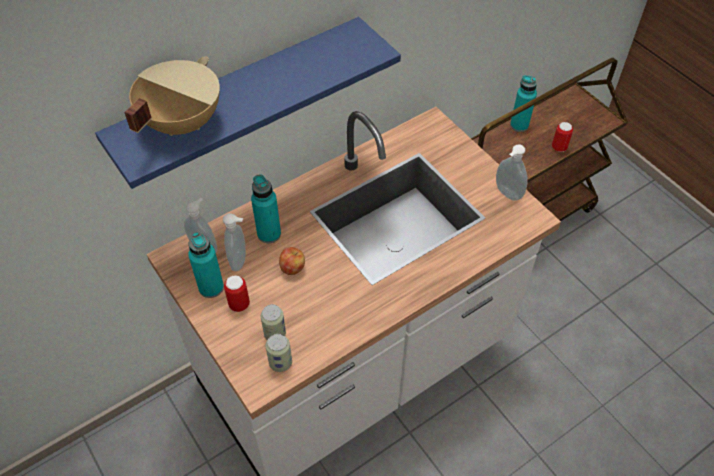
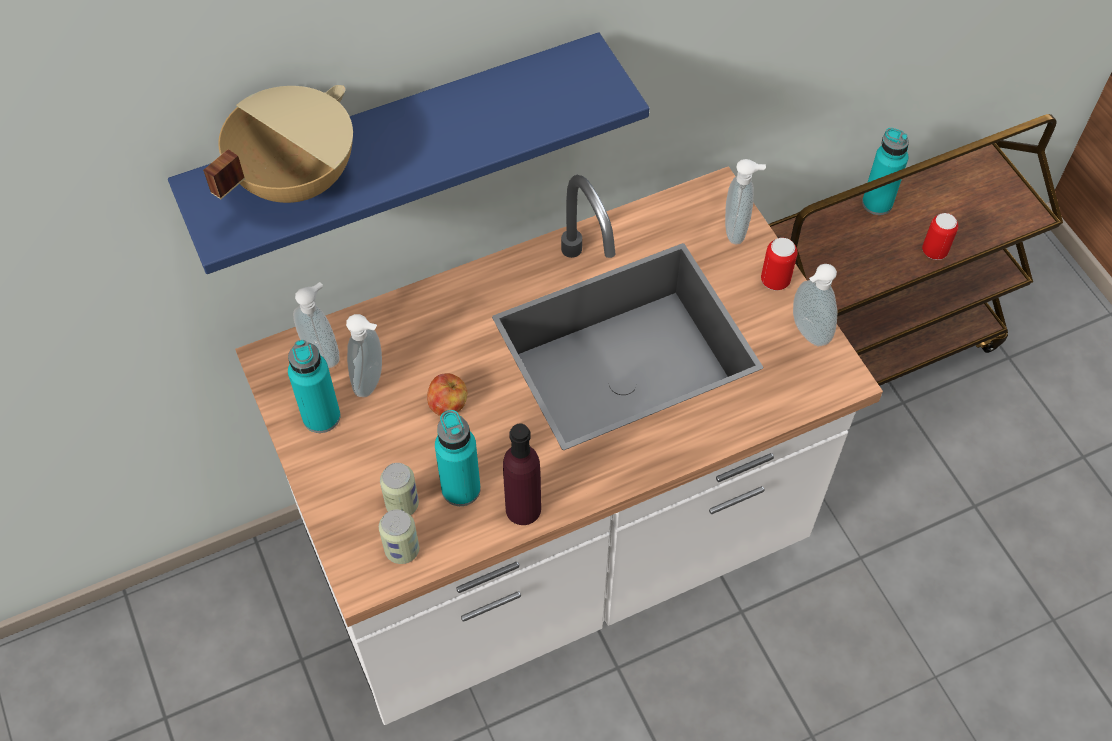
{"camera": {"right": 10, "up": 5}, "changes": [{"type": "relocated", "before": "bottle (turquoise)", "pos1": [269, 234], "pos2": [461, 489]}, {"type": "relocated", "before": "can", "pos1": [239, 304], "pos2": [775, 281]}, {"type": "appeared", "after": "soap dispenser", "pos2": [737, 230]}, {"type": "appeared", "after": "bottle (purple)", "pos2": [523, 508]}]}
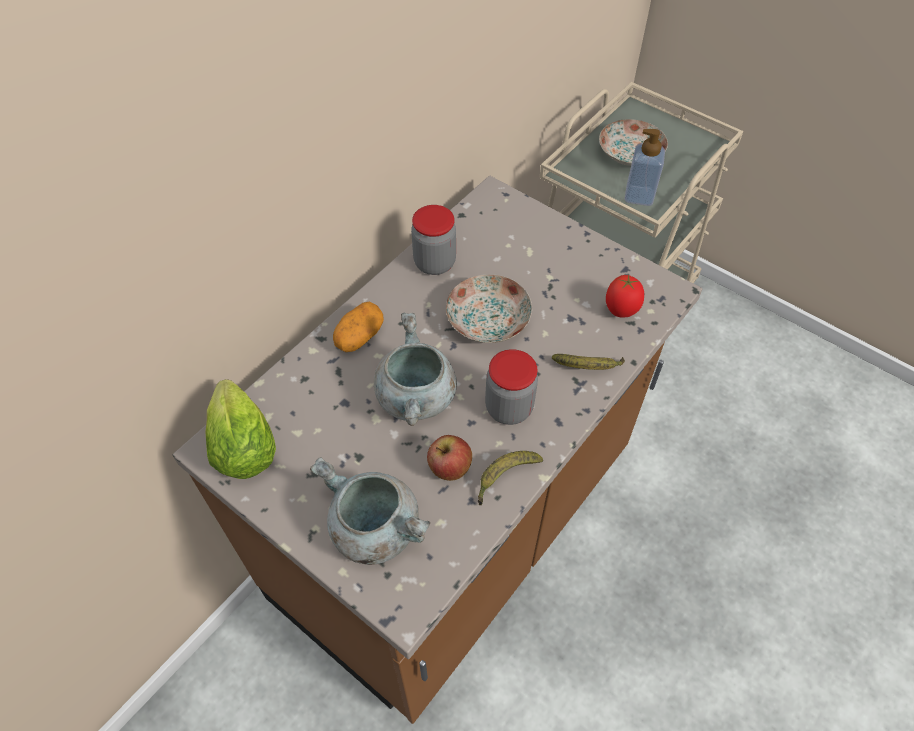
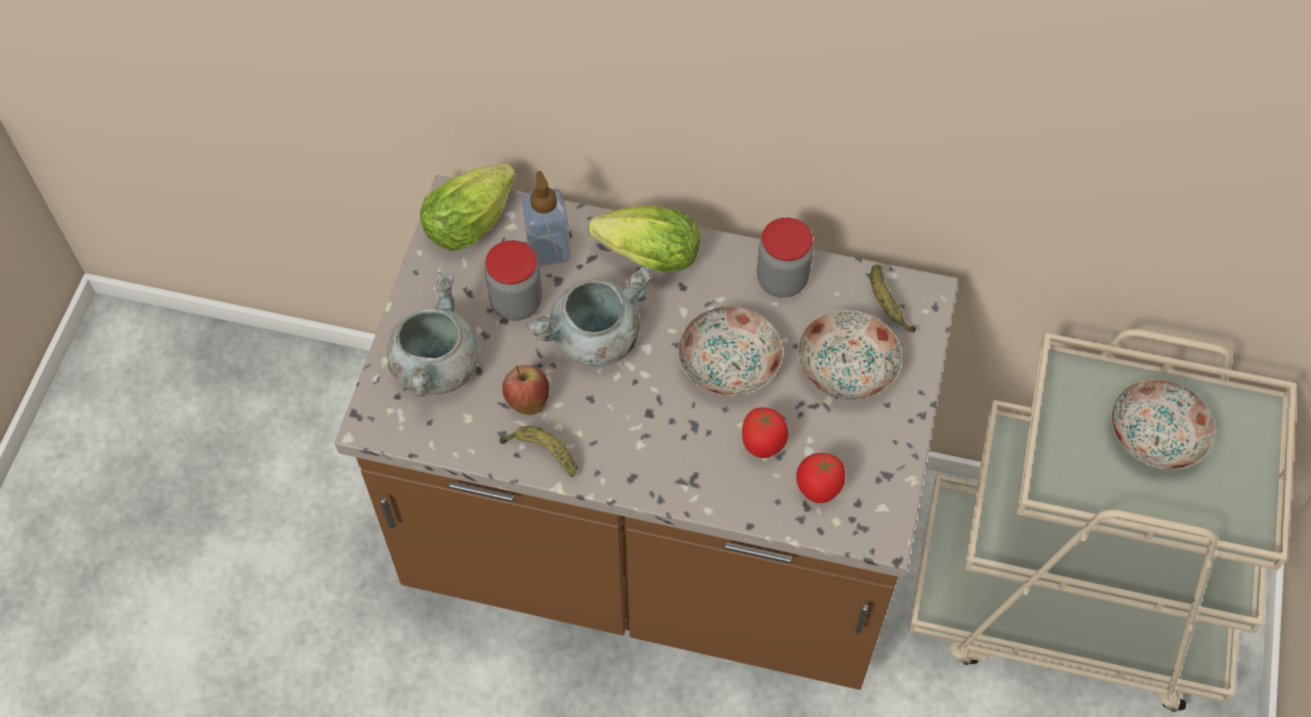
{"camera": {"right": 65, "up": 5}, "changes": [{"type": "relocated", "before": "soap dispenser", "pos1": [639, 196], "pos2": [548, 250]}, {"type": "exchanged", "before": "potato", "after": "lettuce", "pos1": [359, 336], "pos2": [643, 256]}, {"type": "relocated", "before": "jar", "pos1": [509, 408], "pos2": [516, 302]}, {"type": "relocated", "before": "banana", "pos1": [588, 368], "pos2": [886, 304]}, {"type": "appeared", "after": "plate", "pos2": [845, 367]}, {"type": "appeared", "after": "tomato", "pos2": [763, 445]}]}
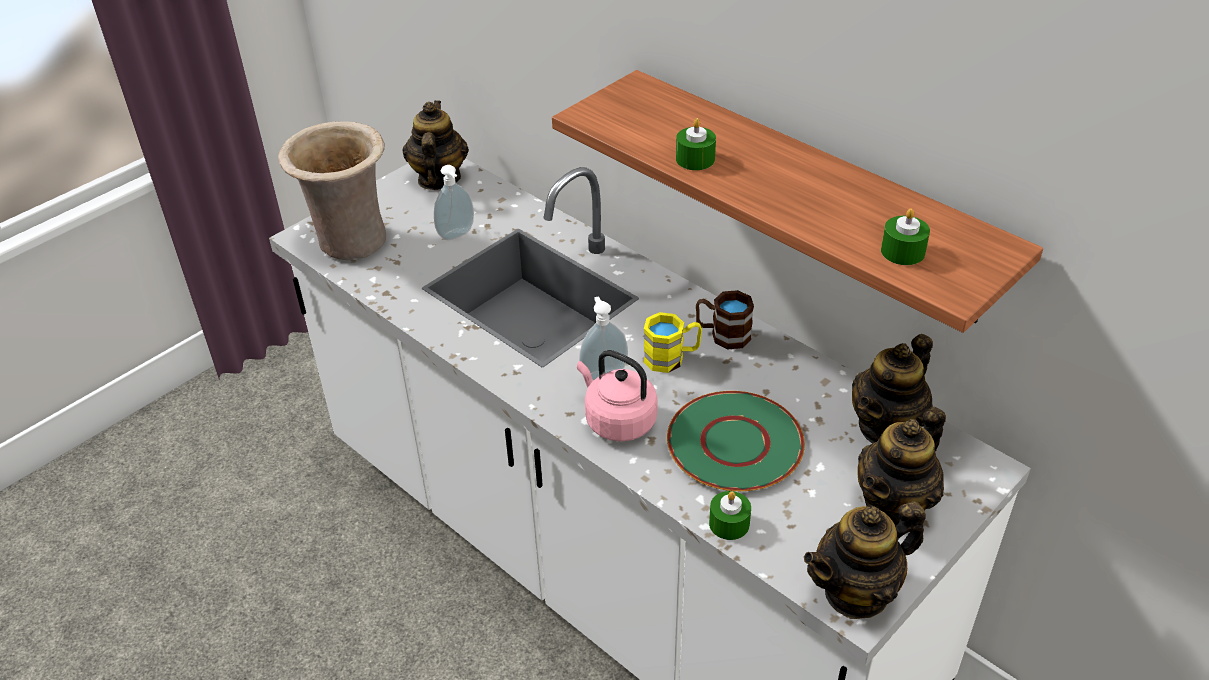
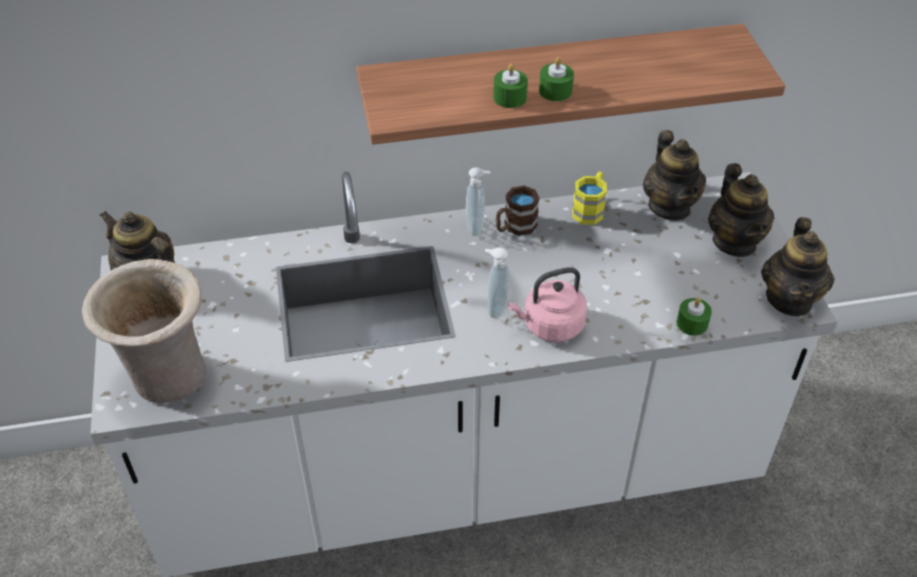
{"camera": {"right": -55, "up": 5}, "changes": [{"type": "relocated", "before": "soap dispenser", "pos1": [457, 235], "pos2": [477, 227]}, {"type": "relocated", "before": "candle (green)", "pos1": [902, 251], "pos2": [555, 91]}, {"type": "relocated", "before": "mug (yellow)", "pos1": [672, 357], "pos2": [590, 209]}, {"type": "missing", "before": "plate (green)", "pos1": [735, 444]}]}
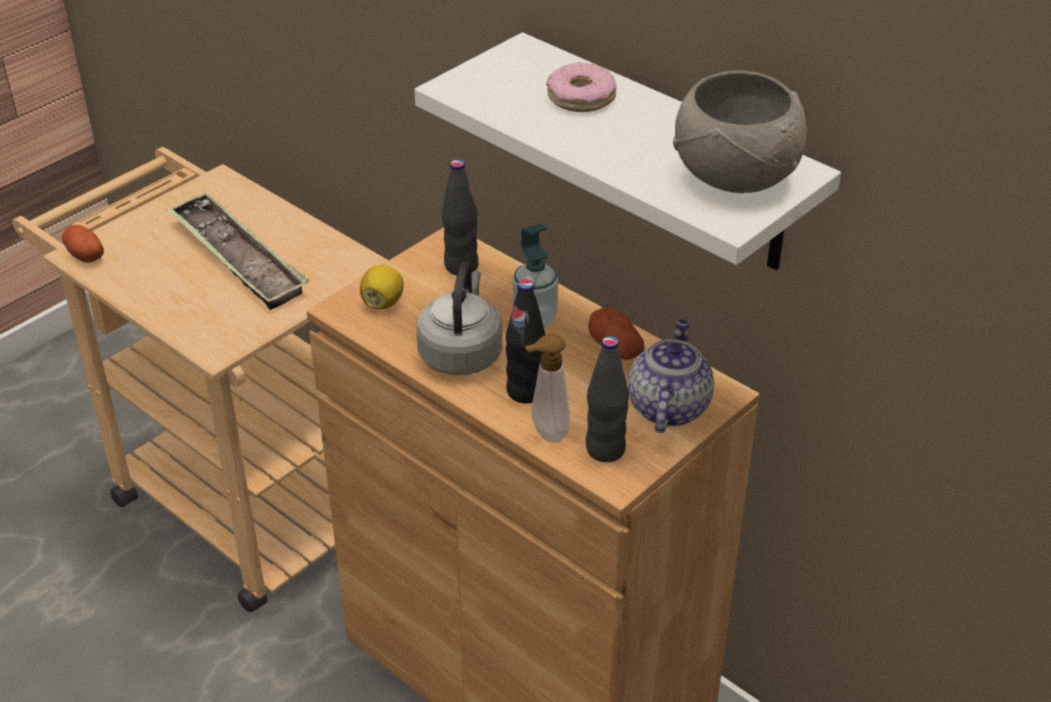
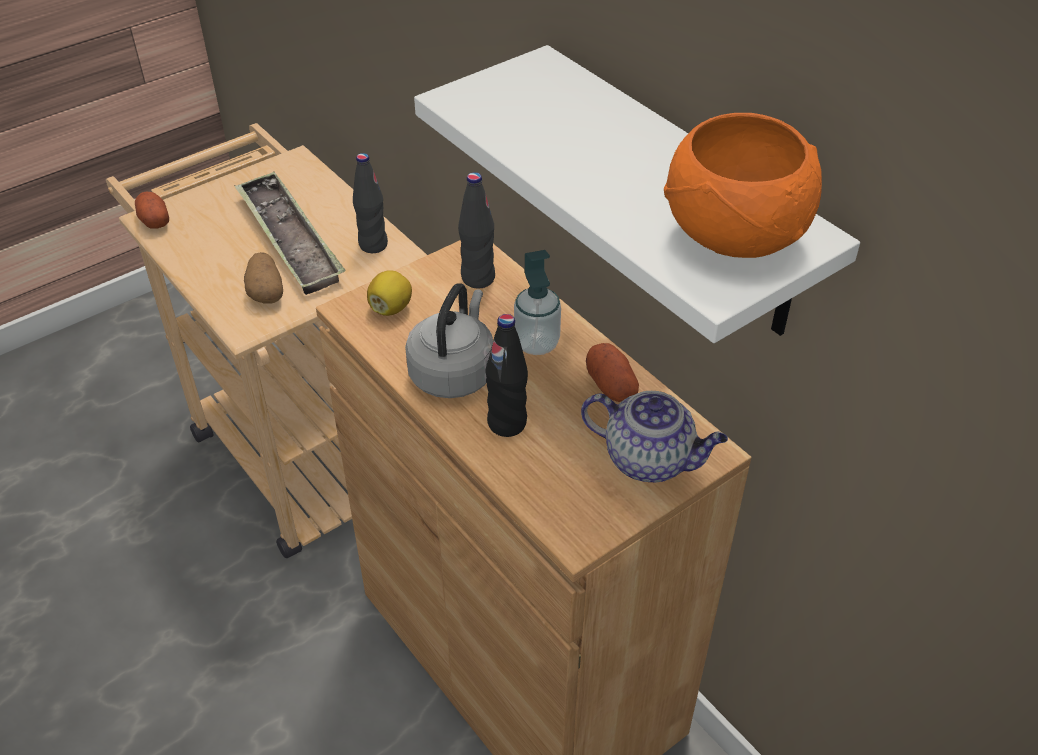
{"camera": {"right": 10, "up": 5}, "changes": [{"type": "missing", "before": "donut", "pos1": [581, 98]}, {"type": "colour", "before": "bowl (grey)", "after": "bowl (orange)", "pos1": [733, 176], "pos2": [733, 234]}, {"type": "spun", "before": "teapot", "pos1": [668, 407], "pos2": [650, 460], "turn": 90}, {"type": "missing", "before": "soap dispenser", "pos1": [546, 433]}, {"type": "relocated", "before": "bottle (black)", "pos1": [605, 450], "pos2": [373, 245]}, {"type": "appeared", "after": "potato", "pos2": [266, 291]}]}
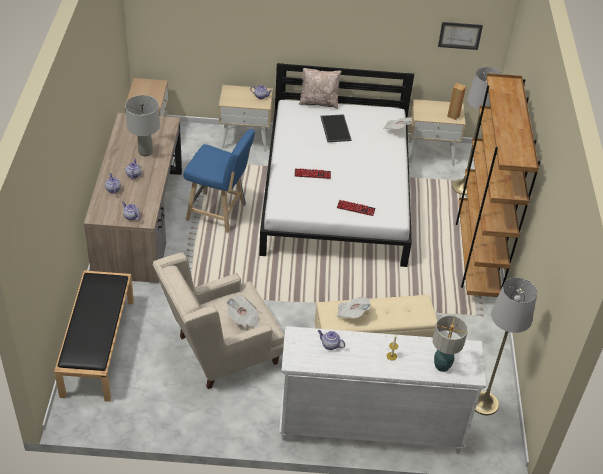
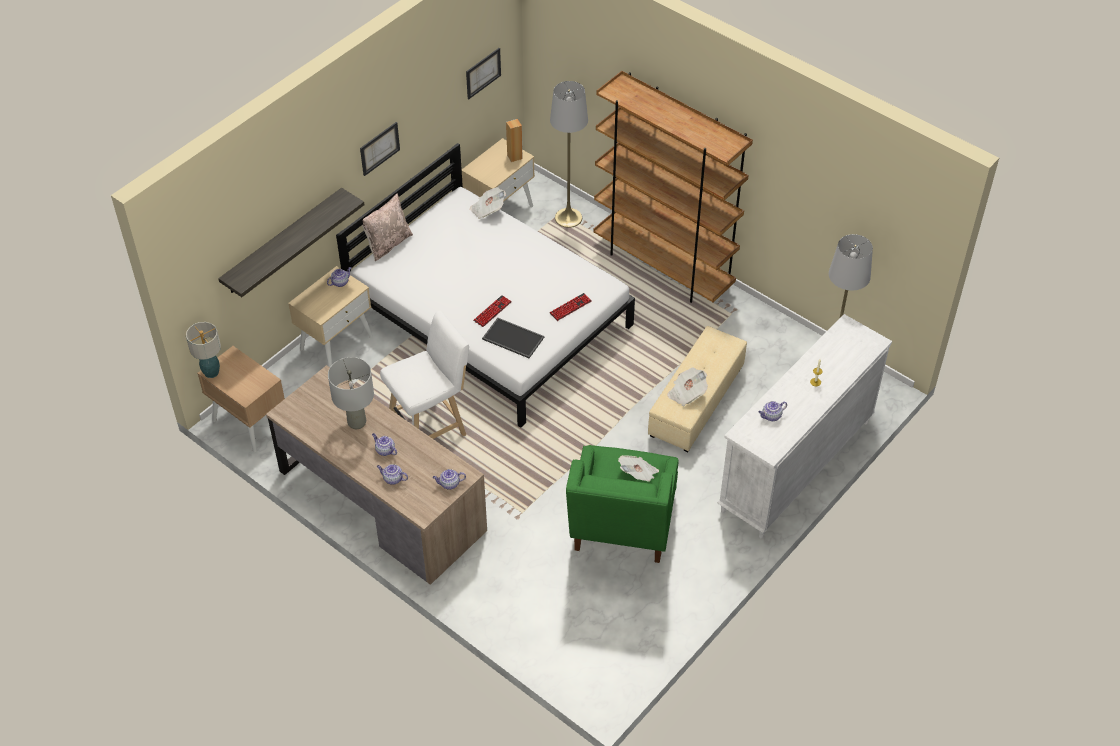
{"camera": {"right": -50, "up": 5}, "changes": [{"type": "relocated", "before": "tray", "pos1": [335, 128], "pos2": [512, 338]}, {"type": "colour", "before": "stool (blue)", "after": "stool (white)", "pos1": [219, 213], "pos2": [431, 427]}, {"type": "colour", "before": "armchair (beige)", "after": "armchair (green)", "pos1": [219, 353], "pos2": [622, 529]}, {"type": "missing", "before": "bench (black)", "pos1": [98, 346]}, {"type": "relocated", "before": "table lamp", "pos1": [442, 366], "pos2": [212, 372]}, {"type": "appeared", "after": "picture", "pos2": [379, 148]}, {"type": "appeared", "after": "shelf", "pos2": [283, 242]}]}
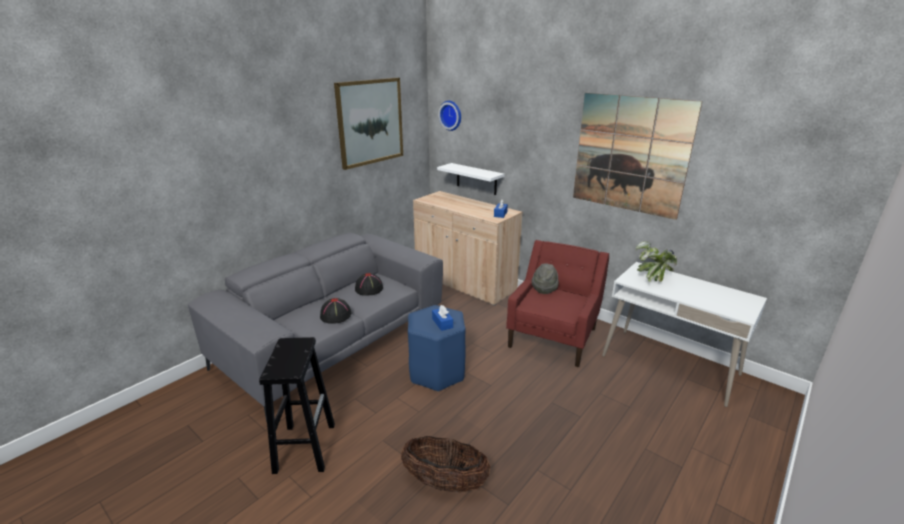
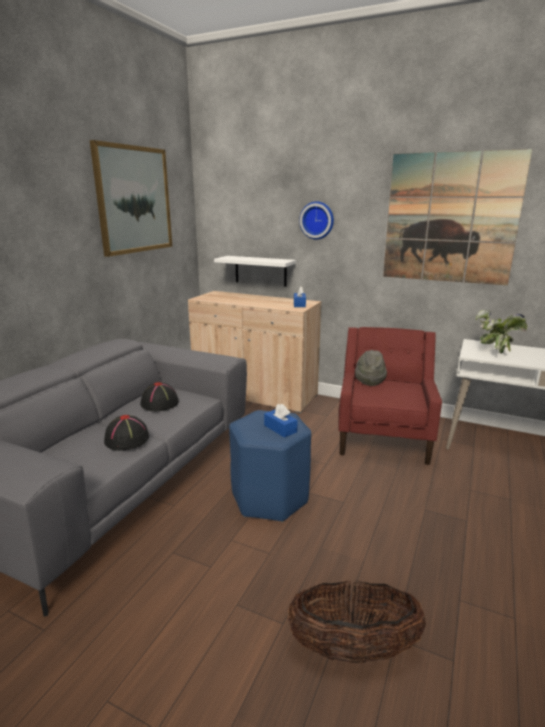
{"camera": {"right": -15, "up": -5}, "changes": [{"type": "relocated", "before": "wall clock", "pos1": [451, 115], "pos2": [317, 220]}, {"type": "missing", "before": "stool (black)", "pos1": [305, 447]}]}
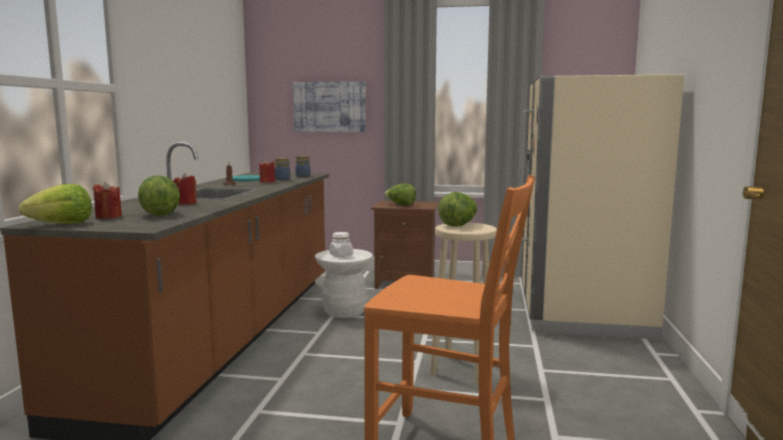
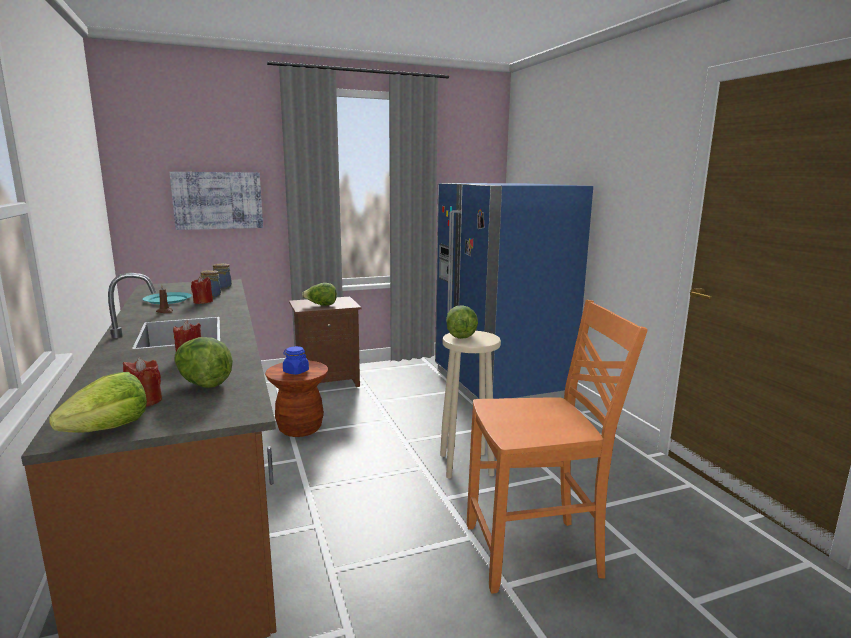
{"camera": {"right": -30, "up": 5}, "changes": [{"type": "colour", "before": "fridge (beige)", "after": "fridge (blue)", "pos1": [581, 312], "pos2": [500, 384]}, {"type": "colour", "before": "jar (white)", "after": "jar (blue)", "pos1": [341, 255], "pos2": [295, 371]}, {"type": "colour", "before": "stool (white)", "after": "stool (brown)", "pos1": [344, 312], "pos2": [300, 428]}]}
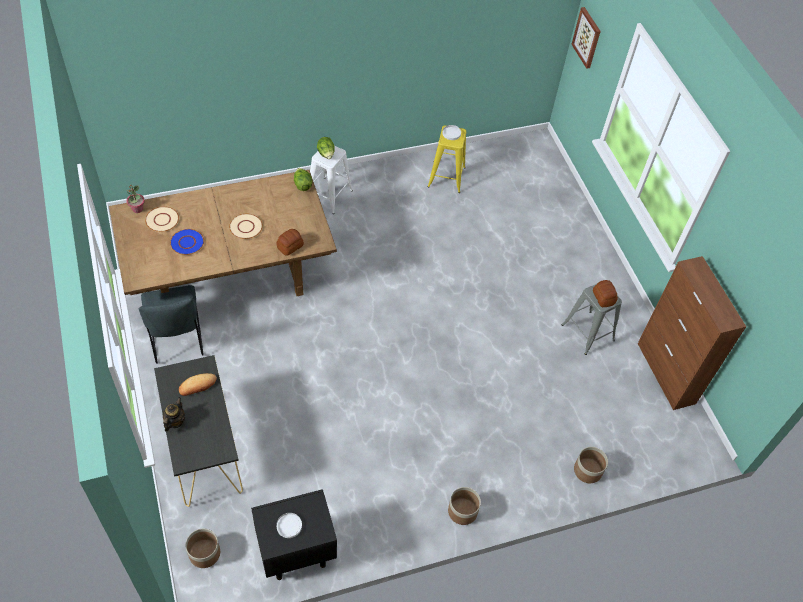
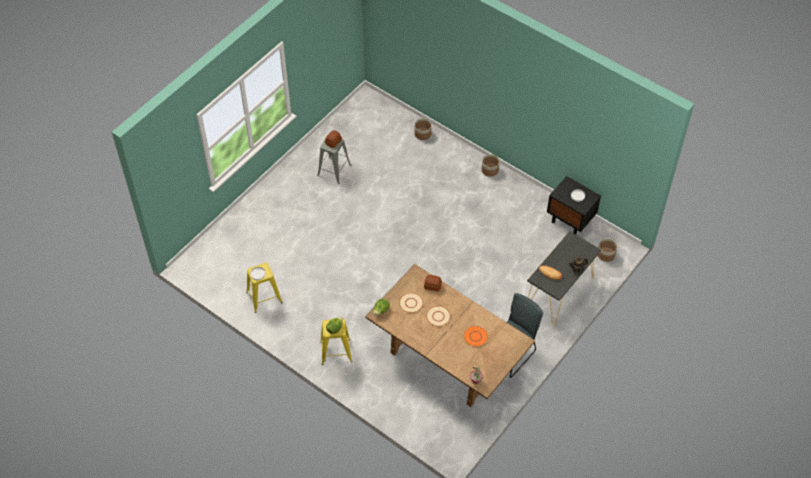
{"camera": {"right": -120, "up": 0}, "changes": [{"type": "missing", "before": "picture", "pos1": [587, 37]}, {"type": "colour", "before": "stool (white)", "after": "stool (yellow)", "pos1": [329, 195], "pos2": [336, 352]}, {"type": "relocated", "before": "plate (beige)", "pos1": [162, 220], "pos2": [411, 303]}, {"type": "colour", "before": "plate (blue)", "after": "plate (orange)", "pos1": [187, 242], "pos2": [475, 336]}, {"type": "missing", "before": "cabinet (brown)", "pos1": [666, 373]}]}
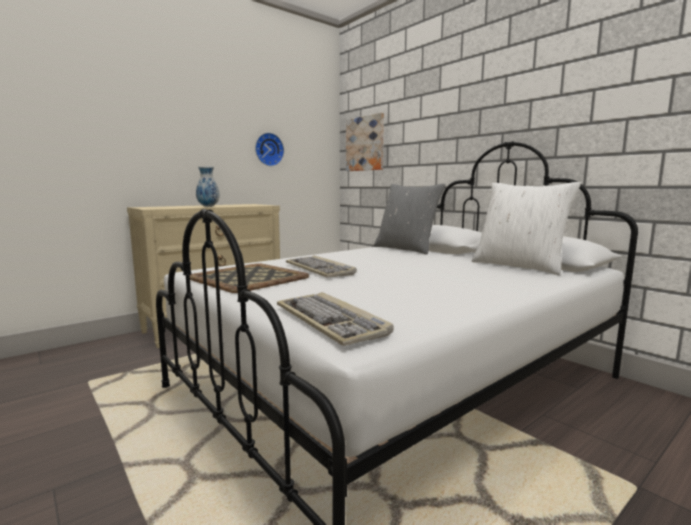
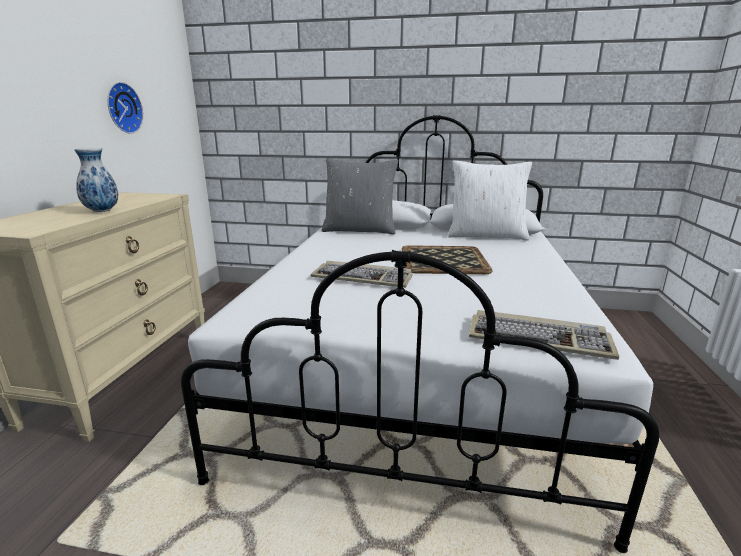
{"camera": {"right": -40, "up": 10}, "changes": [{"type": "missing", "before": "picture", "pos1": [365, 143]}, {"type": "relocated", "before": "tray", "pos1": [248, 278], "pos2": [444, 260]}]}
